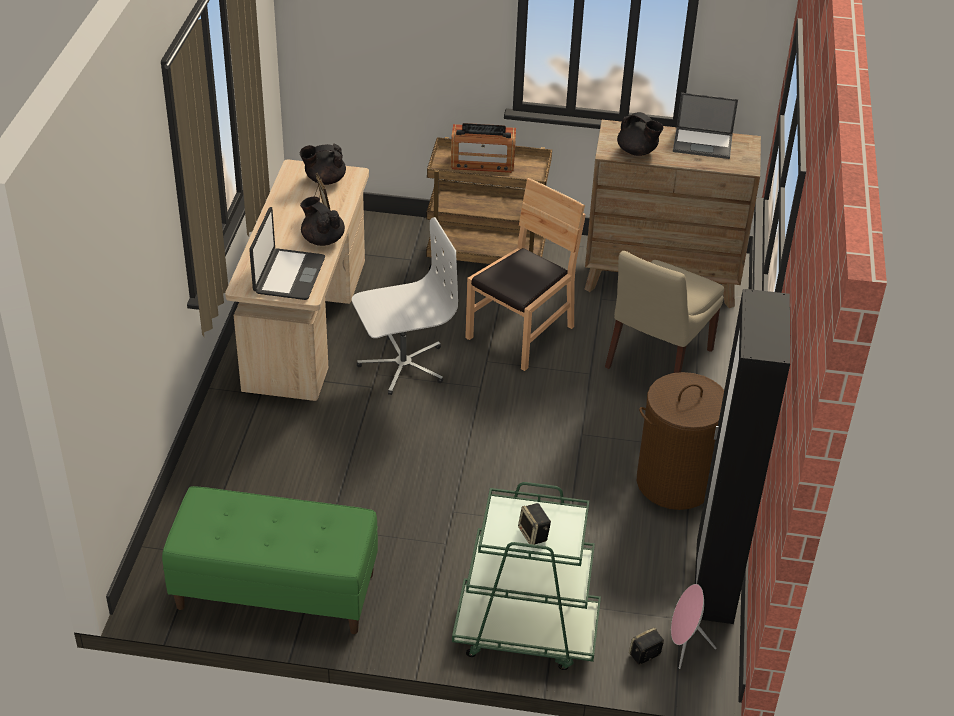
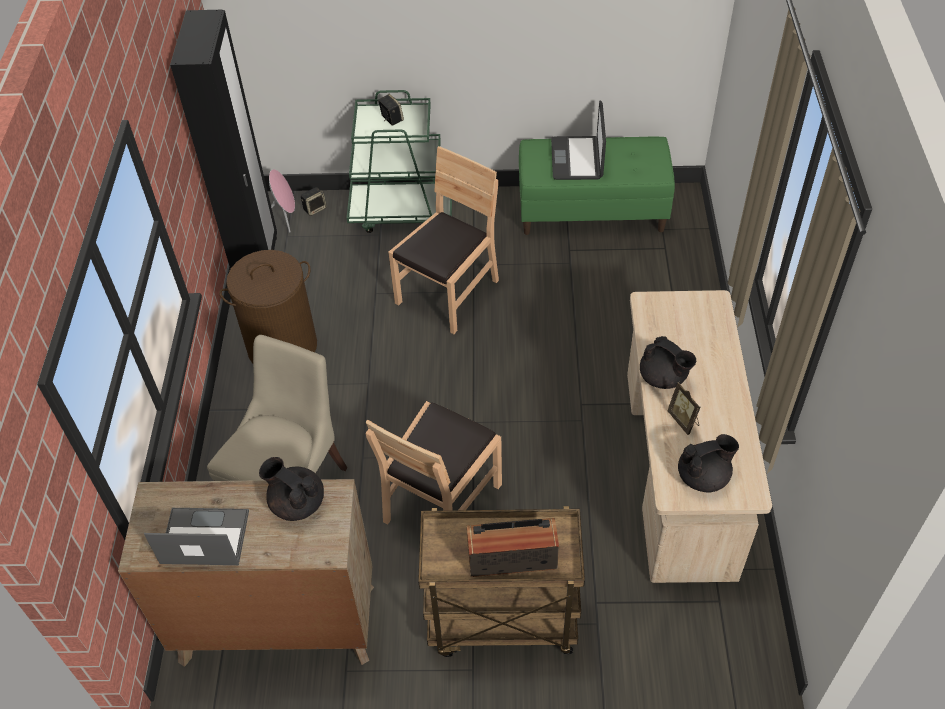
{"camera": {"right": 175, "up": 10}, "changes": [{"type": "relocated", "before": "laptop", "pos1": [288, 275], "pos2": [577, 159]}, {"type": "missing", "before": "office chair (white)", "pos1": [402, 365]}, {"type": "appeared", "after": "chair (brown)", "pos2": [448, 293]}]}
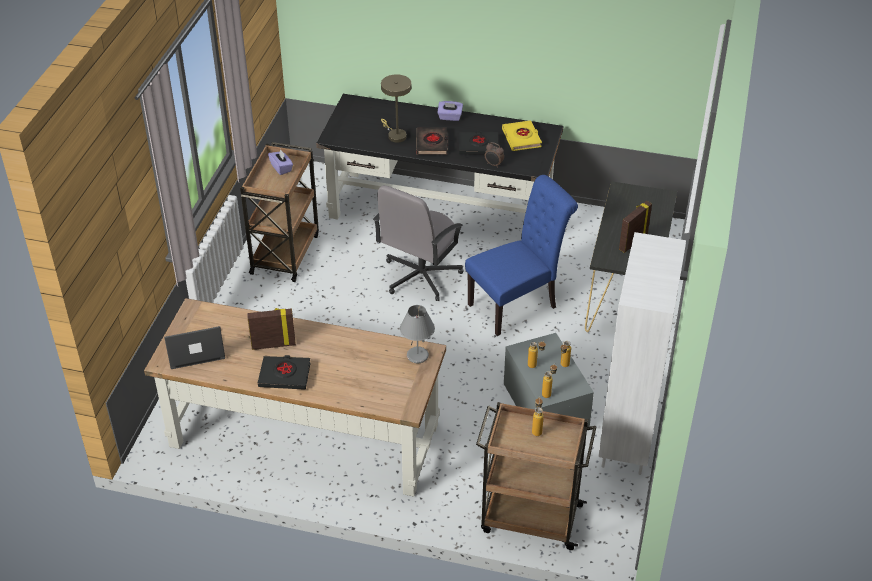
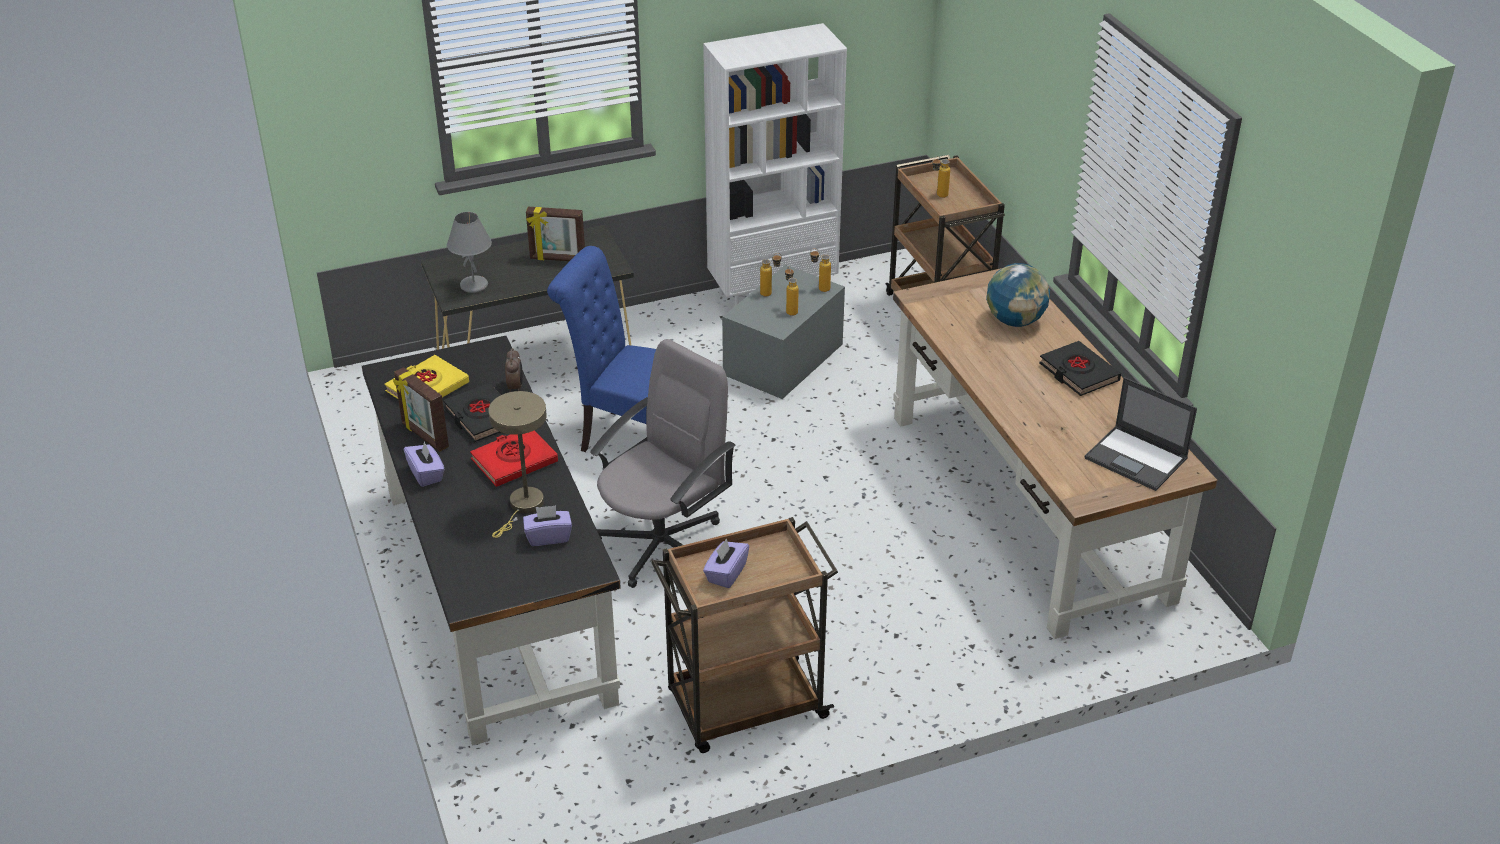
{"camera": {"right": -125, "up": -5}, "changes": [{"type": "colour", "before": "book (black)", "after": "book (red)", "pos1": [432, 144], "pos2": [514, 461]}, {"type": "spun", "before": "office chair (grey)", "pos1": [420, 276], "pos2": [663, 544], "turn": -45}, {"type": "relocated", "before": "table lamp (grey)", "pos1": [417, 356], "pos2": [474, 286]}, {"type": "relocated", "before": "picture frame", "pos1": [273, 344], "pos2": [424, 436]}, {"type": "appeared", "after": "globe", "pos2": [1015, 321]}, {"type": "appeared", "after": "tissue box (purple)", "pos2": [548, 537]}]}
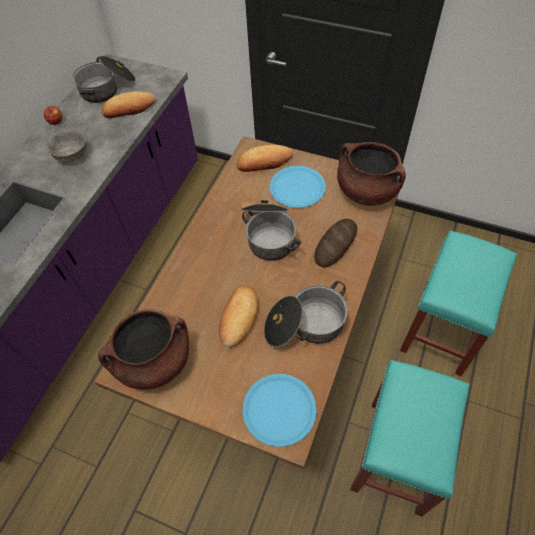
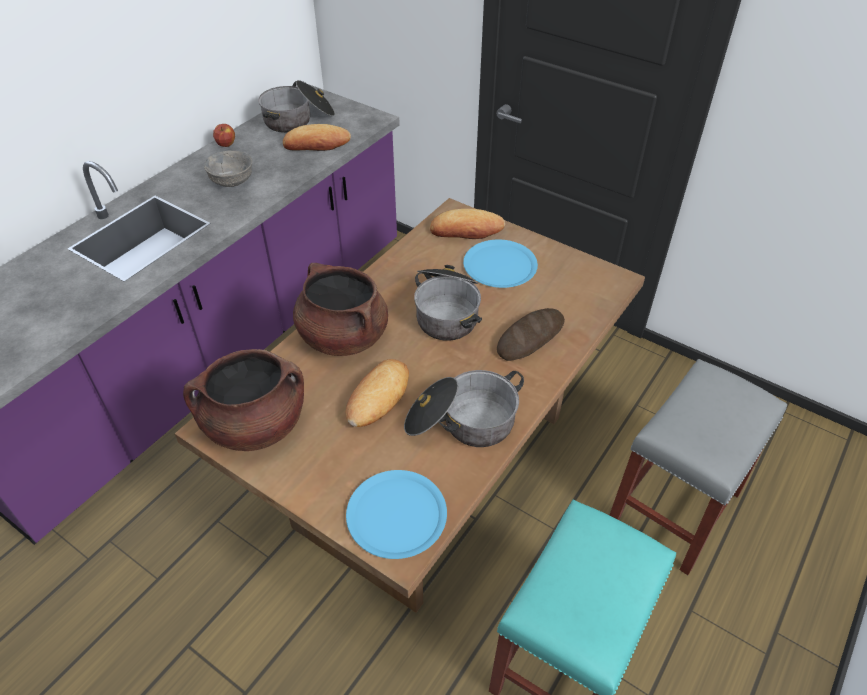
{"camera": {"right": 10, "up": -10}, "changes": [{"type": "relocated", "before": "cooking pot (brown)", "pos1": [366, 191], "pos2": [343, 337]}, {"type": "colour", "before": "stool (turquoise)", "after": "stool (grey)", "pos1": [441, 331], "pos2": [673, 509]}]}
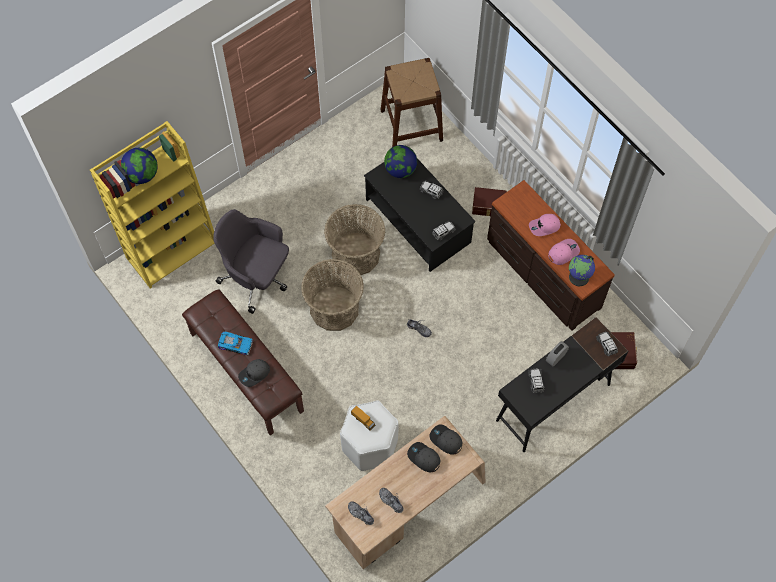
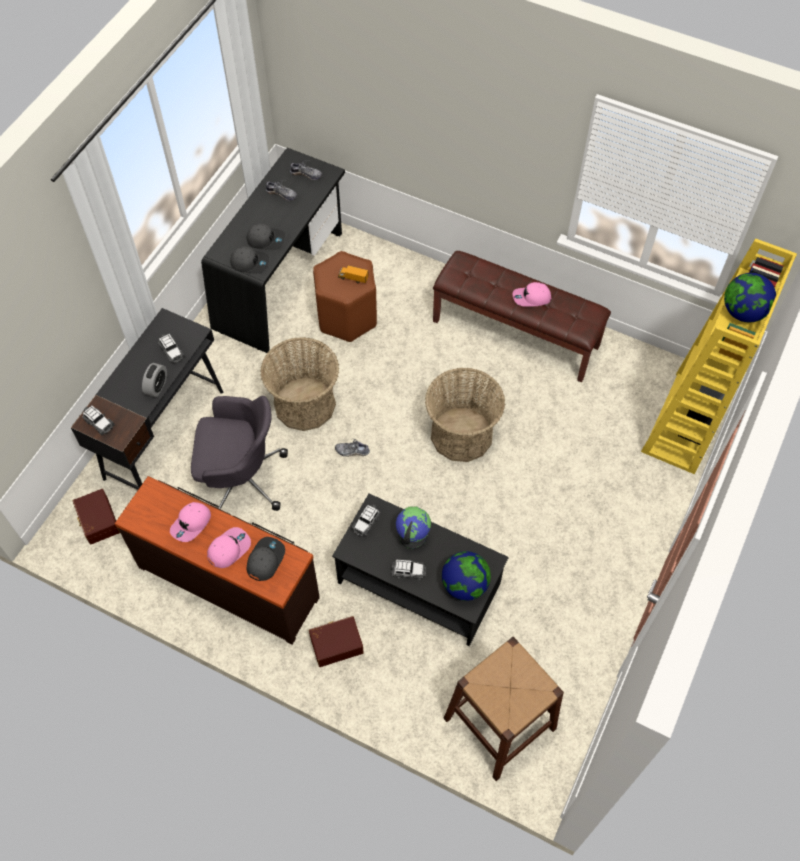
{"camera": {"right": 155, "up": -5}, "changes": [{"type": "relocated", "before": "basket", "pos1": [356, 254], "pos2": [304, 404]}, {"type": "relocated", "before": "office chair (grey)", "pos1": [257, 277], "pos2": [241, 478]}, {"type": "relocated", "before": "globe", "pos1": [579, 277], "pos2": [412, 536]}, {"type": "exchanged", "before": "toy car", "after": "cap (pink)", "pos1": [235, 344], "pos2": [531, 298]}, {"type": "relocated", "before": "cap (grey)", "pos1": [254, 374], "pos2": [265, 560]}, {"type": "colour", "before": "stool (white)", "after": "stool (brown)", "pos1": [370, 445], "pos2": [346, 317]}, {"type": "colour", "before": "desk (beige)", "after": "desk (black)", "pos1": [408, 506], "pos2": [281, 281]}]}
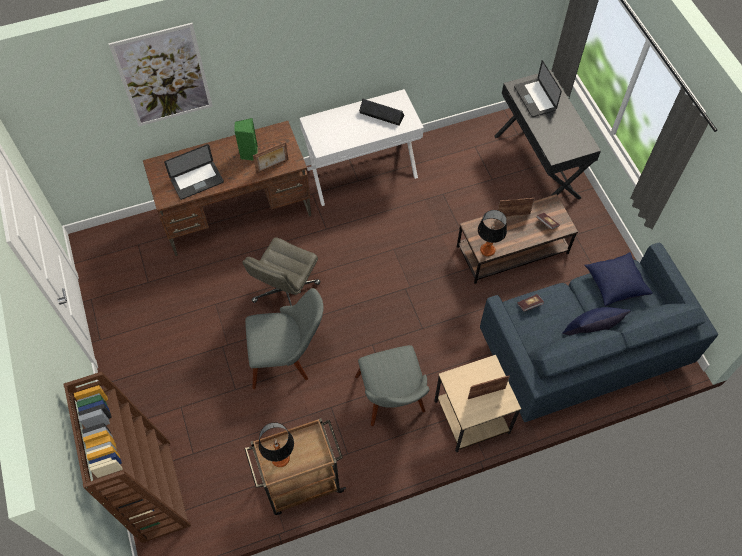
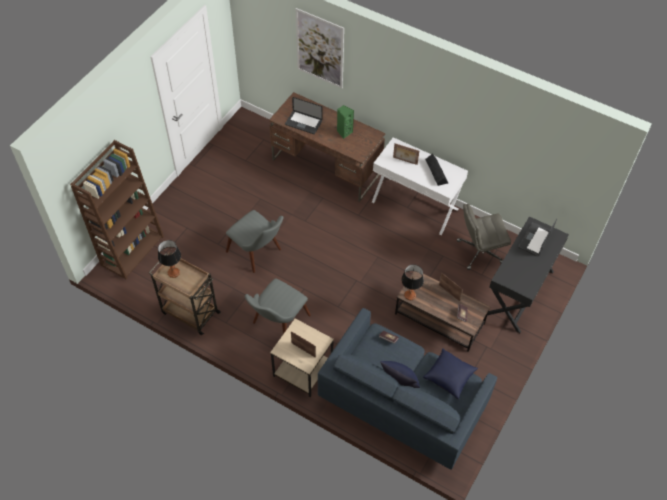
{"camera": {"right": 50, "up": -5}, "changes": [{"type": "relocated", "before": "picture frame", "pos1": [272, 166], "pos2": [405, 161]}, {"type": "relocated", "before": "office chair (grey)", "pos1": [286, 293], "pos2": [479, 252]}]}
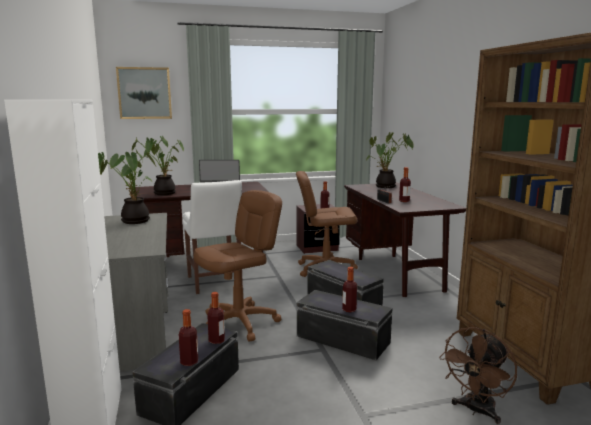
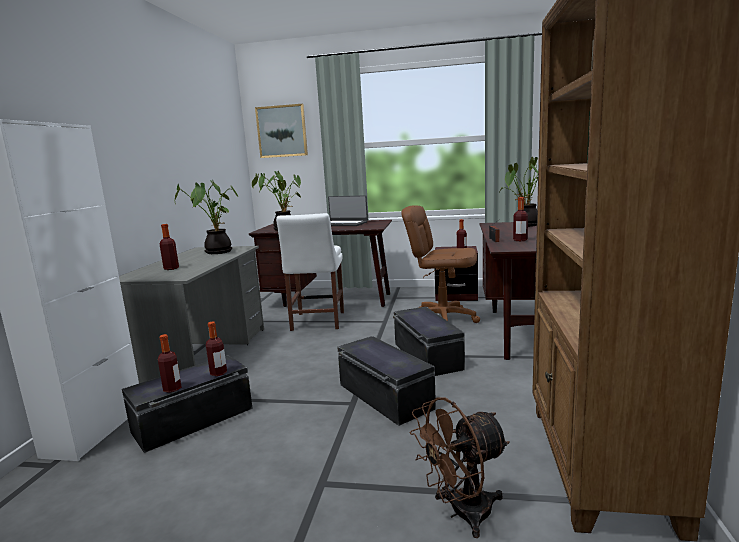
{"camera": {"right": 25, "up": 0}, "changes": [{"type": "missing", "before": "office chair (brown)", "pos1": [239, 323]}, {"type": "relocated", "before": "bottle", "pos1": [349, 309], "pos2": [171, 268]}]}
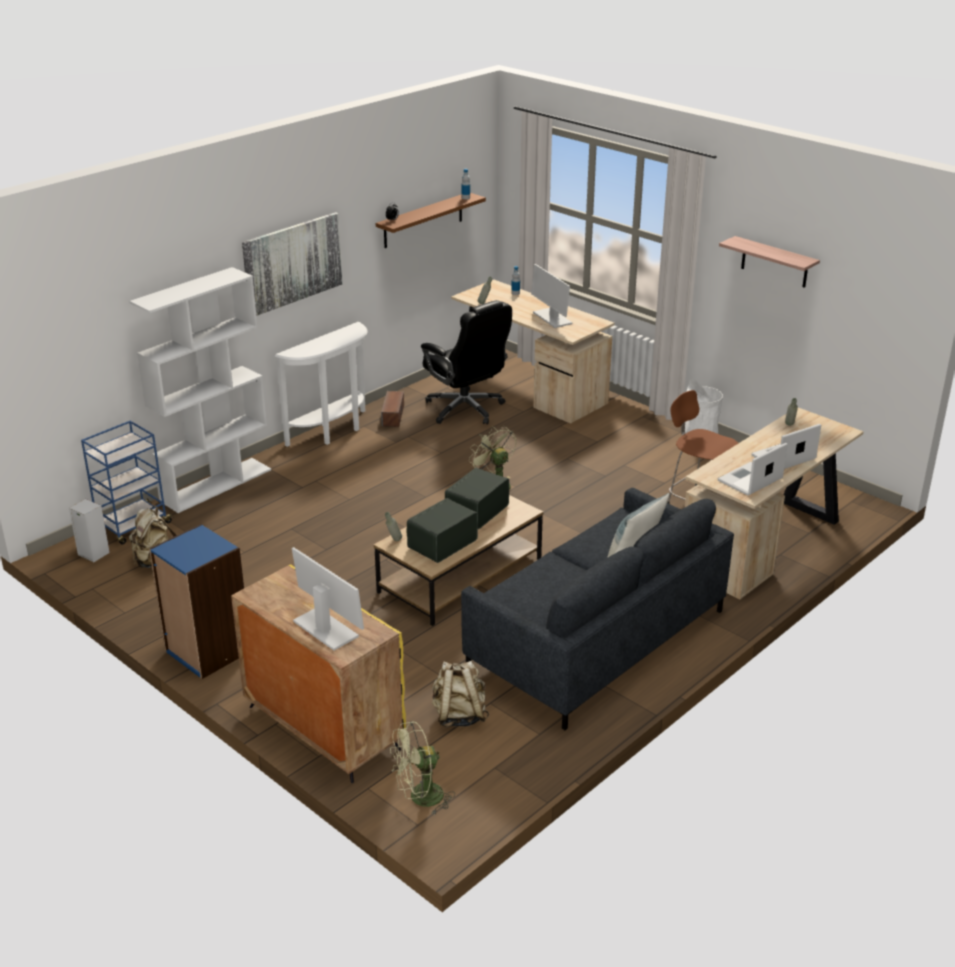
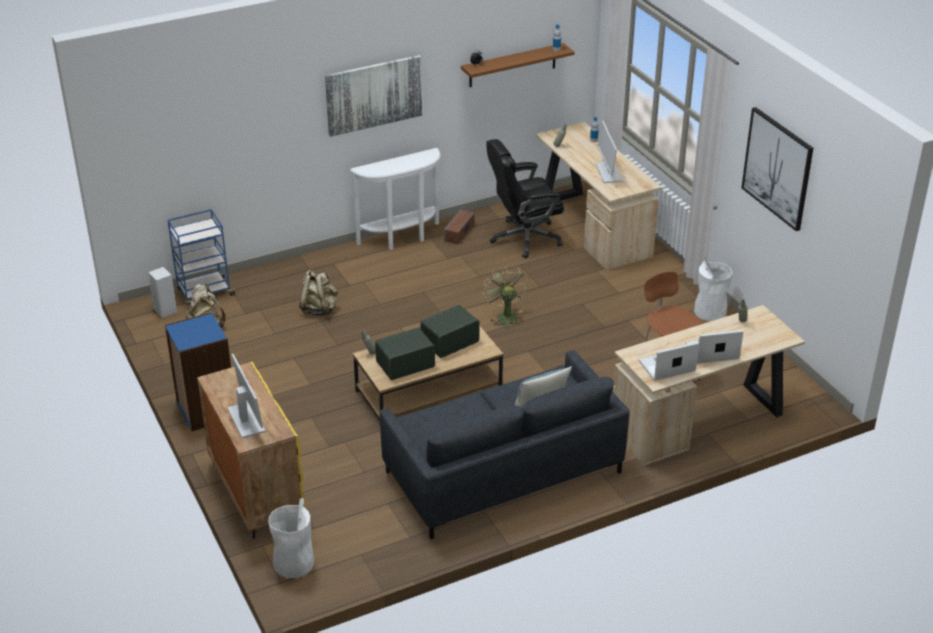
{"camera": {"right": 20, "up": 5}, "changes": [{"type": "exchanged", "before": "shelf", "after": "picture", "pos1": [774, 262], "pos2": [777, 168]}, {"type": "missing", "before": "bookcase (white)", "pos1": [216, 484]}, {"type": "spun", "before": "office chair (black)", "pos1": [466, 409], "pos2": [524, 238], "turn": 90}, {"type": "relocated", "before": "backpack (beige)", "pos1": [459, 715], "pos2": [319, 309]}, {"type": "exchanged", "before": "fan (green)", "after": "trash can (white)", "pos1": [420, 798], "pos2": [294, 563]}]}
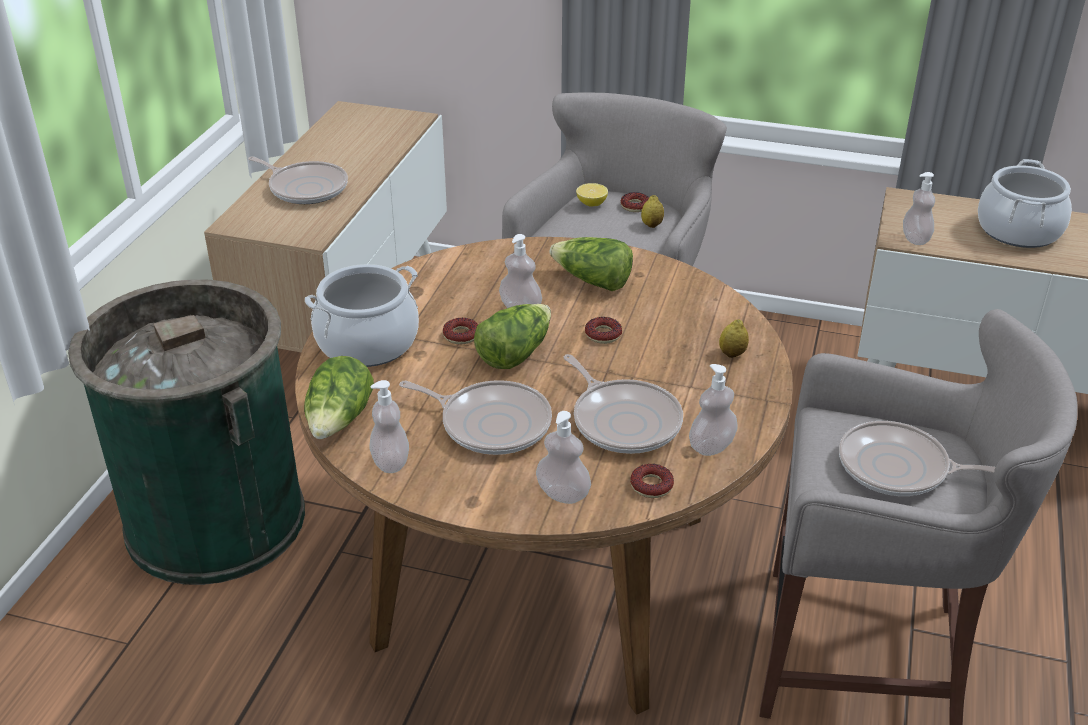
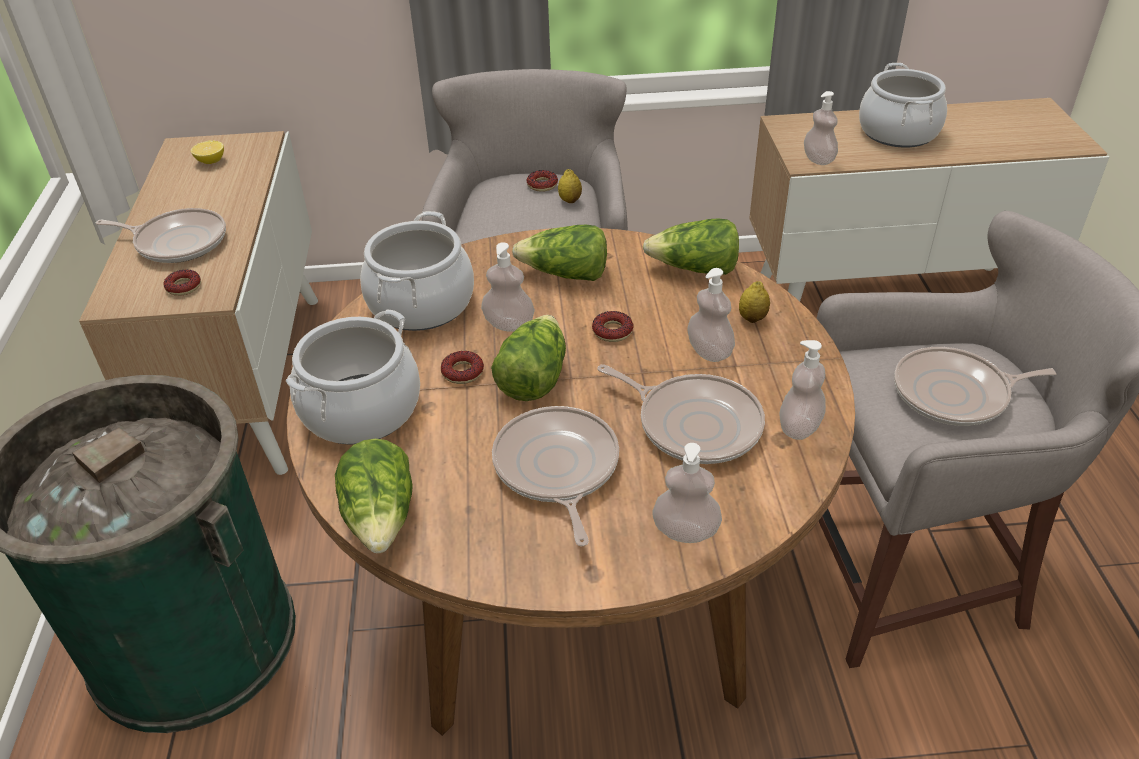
{"camera": {"right": -20, "up": 5}, "changes": [{"type": "relocated", "before": "lemon", "pos1": [591, 204], "pos2": [211, 161]}, {"type": "relocated", "before": "soap dispenser", "pos1": [390, 462], "pos2": [709, 352]}, {"type": "spun", "before": "frying pan", "pos1": [491, 423], "pos2": [556, 469], "turn": -105}, {"type": "relocated", "before": "donut", "pos1": [651, 485], "pos2": [184, 287]}, {"type": "appeared", "after": "cooking pot", "pos2": [420, 304]}, {"type": "appeared", "after": "lettuce", "pos2": [695, 269]}]}
